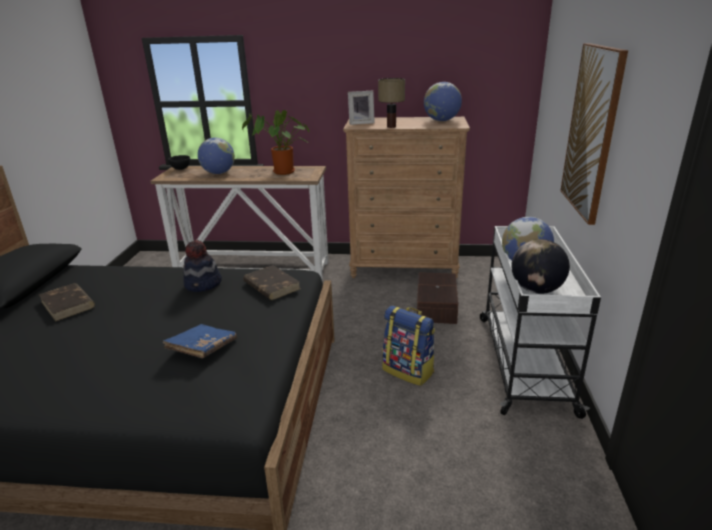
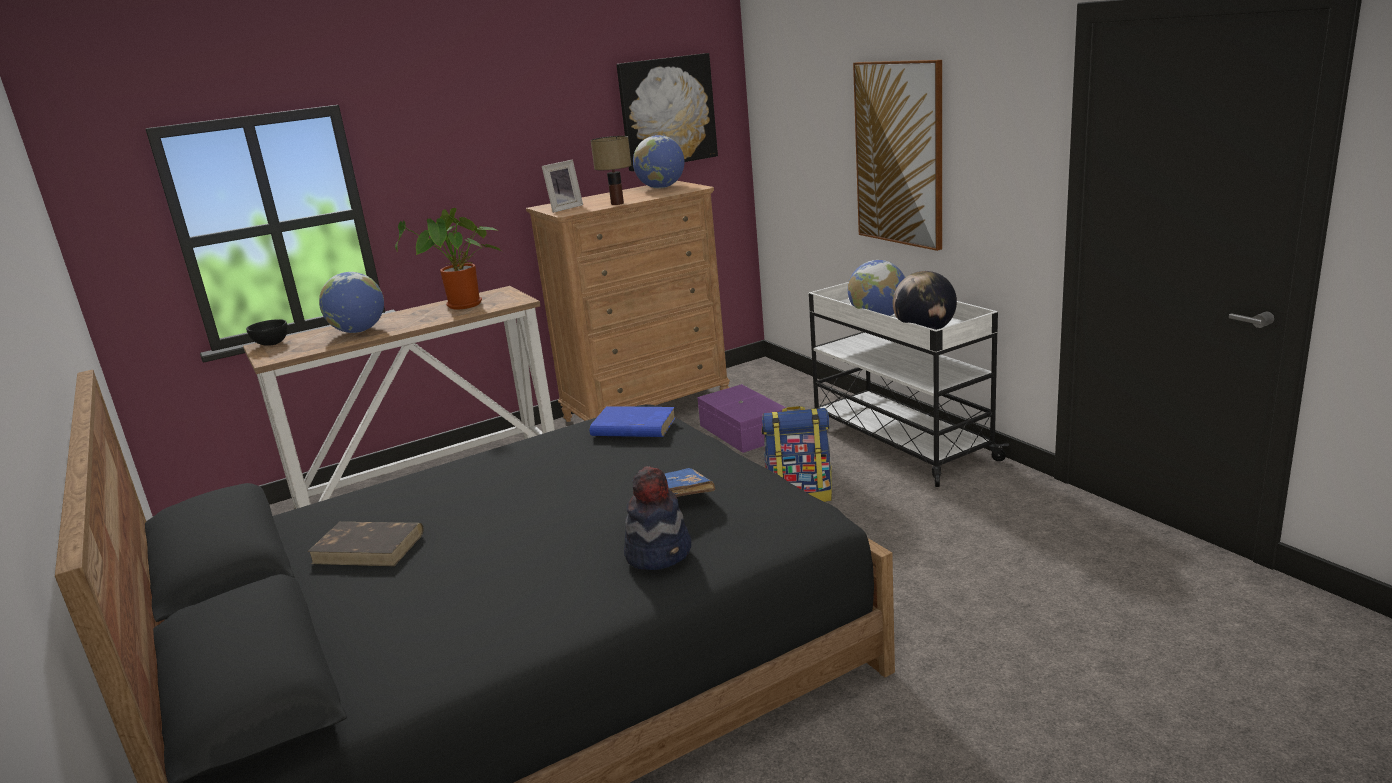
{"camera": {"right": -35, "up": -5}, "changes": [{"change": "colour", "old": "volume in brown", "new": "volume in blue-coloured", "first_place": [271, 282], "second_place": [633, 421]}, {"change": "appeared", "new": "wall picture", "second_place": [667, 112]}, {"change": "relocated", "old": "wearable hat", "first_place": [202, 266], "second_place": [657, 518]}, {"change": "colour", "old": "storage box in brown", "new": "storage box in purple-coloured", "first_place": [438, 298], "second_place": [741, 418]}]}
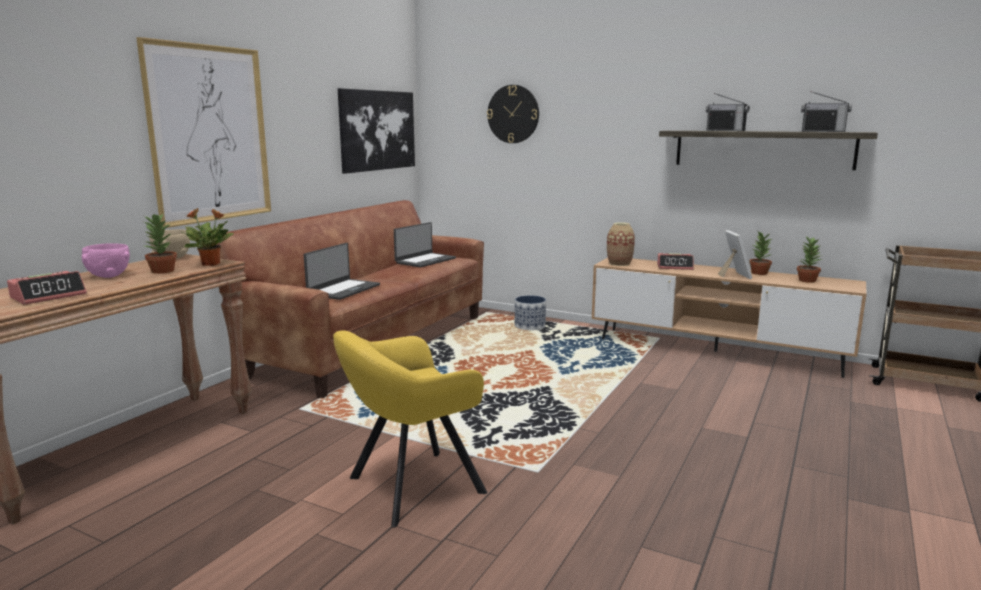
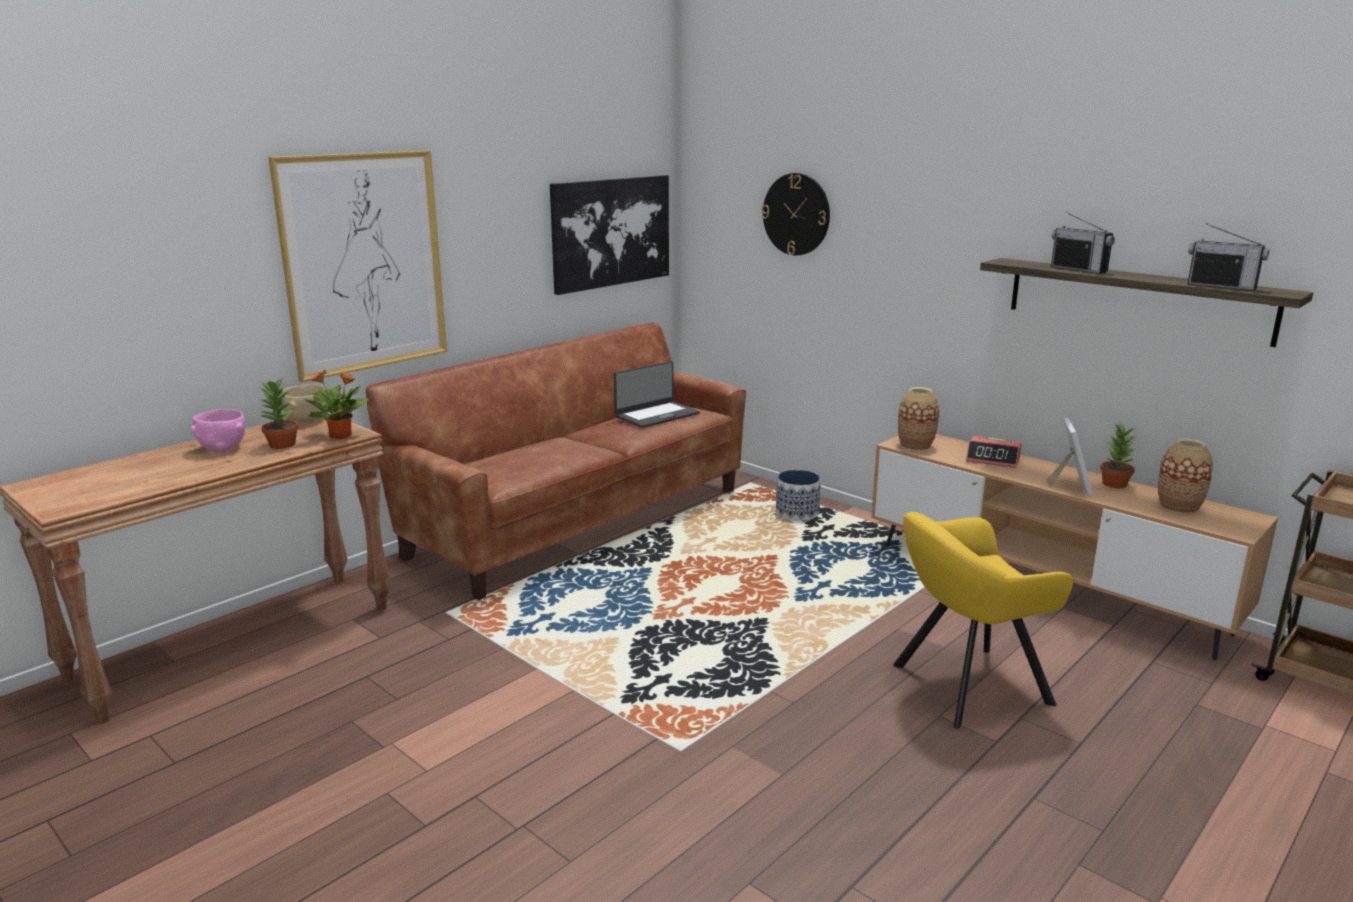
{"camera": {"right": 15, "up": 5}, "changes": [{"change": "relocated", "old": "armchair in yellow-coloured", "first_place": [410, 429], "second_place": [983, 620]}, {"change": "exchanged", "old": "plant in a pot", "new": "decorative vase", "first_place": [810, 260], "second_place": [1185, 476]}, {"change": "missing", "old": "bedside clock", "first_place": [47, 288]}, {"change": "missing", "old": "portable computer", "first_place": [342, 271]}]}
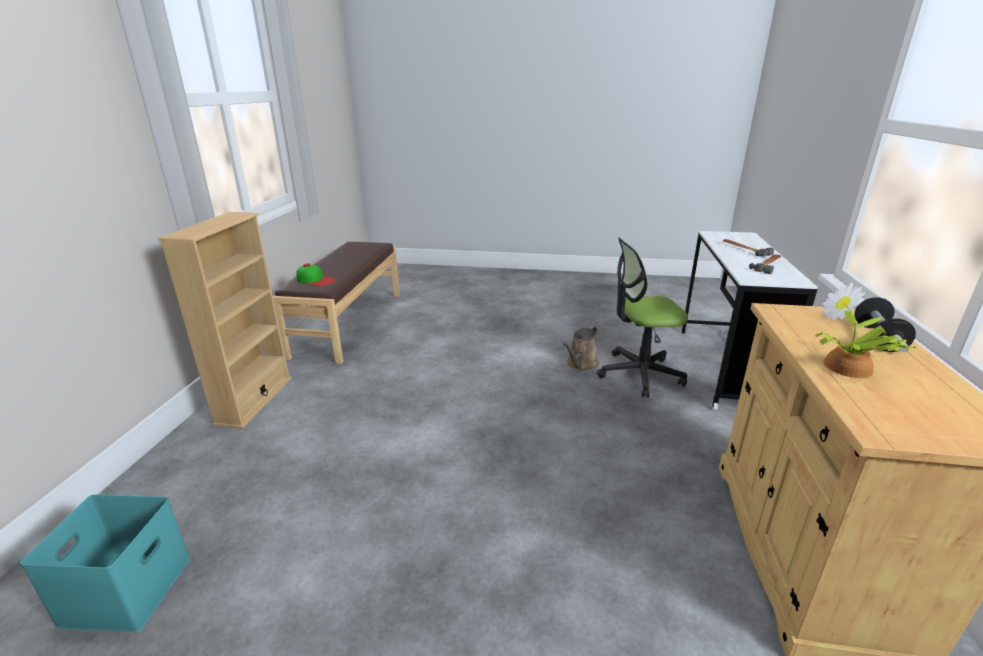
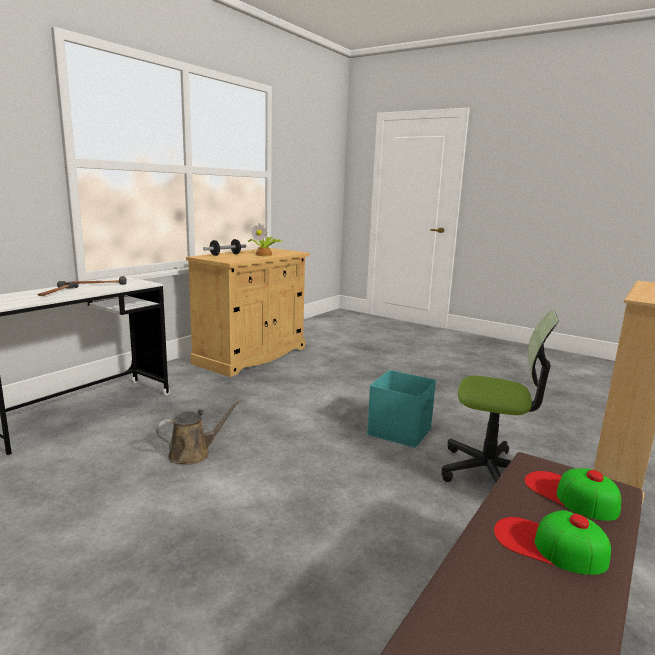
{"camera": {"right": -155, "up": -10}, "changes": [{"change": "relocated", "old": "storage box in turquoise", "first_place": [105, 563], "second_place": [401, 409]}, {"change": "relocated", "old": "office chair", "first_place": [642, 318], "second_place": [500, 396]}, {"change": "appeared", "new": "cap", "second_place": [552, 542]}]}
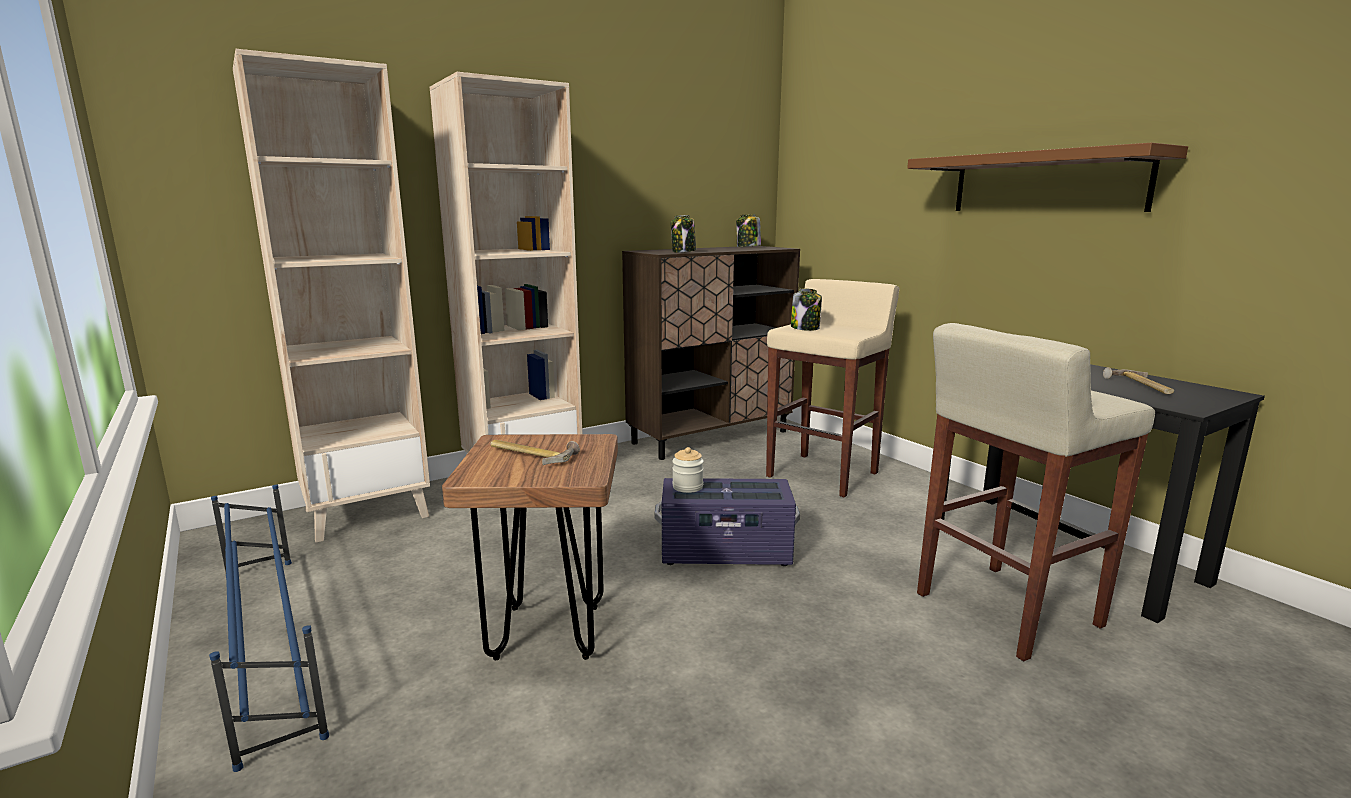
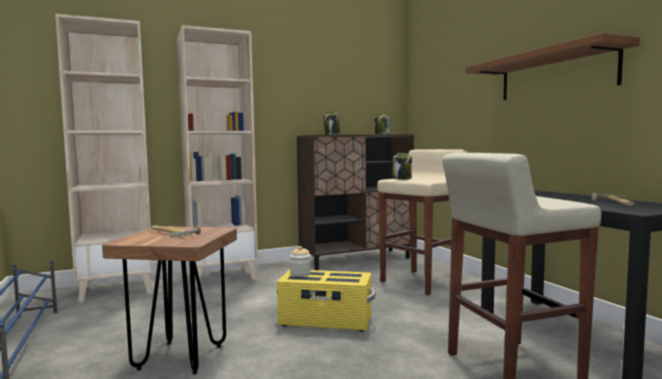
{"camera": {"right": 10, "up": -10}, "changes": [{"change": "colour", "old": "storage box in purple-coloured", "new": "storage box in yellow-coloured", "first_place": [727, 522], "second_place": [326, 300]}]}
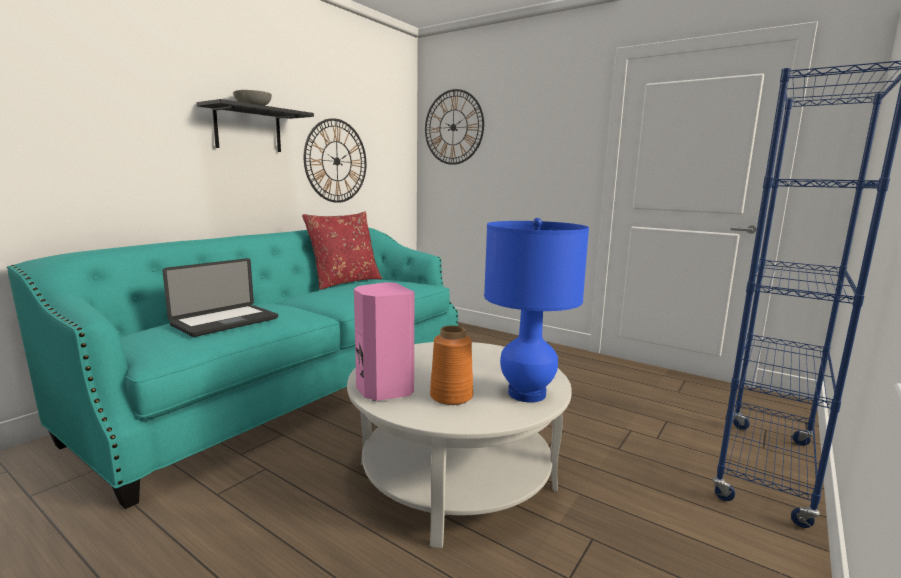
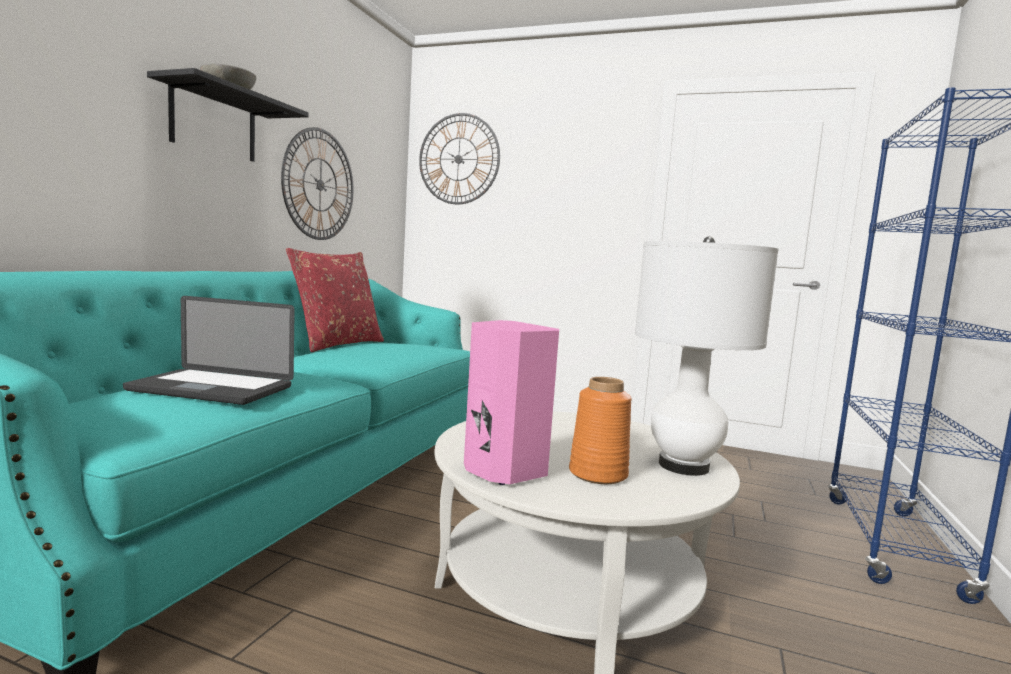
{"camera": {"right": -15, "up": -5}, "changes": [{"change": "spun", "old": "portable computer", "first_place": [220, 297], "second_place": [209, 350], "degrees": 75}, {"change": "colour", "old": "tabletop lamp in blue-coloured", "new": "tabletop lamp in white", "first_place": [536, 310], "second_place": [707, 356]}]}
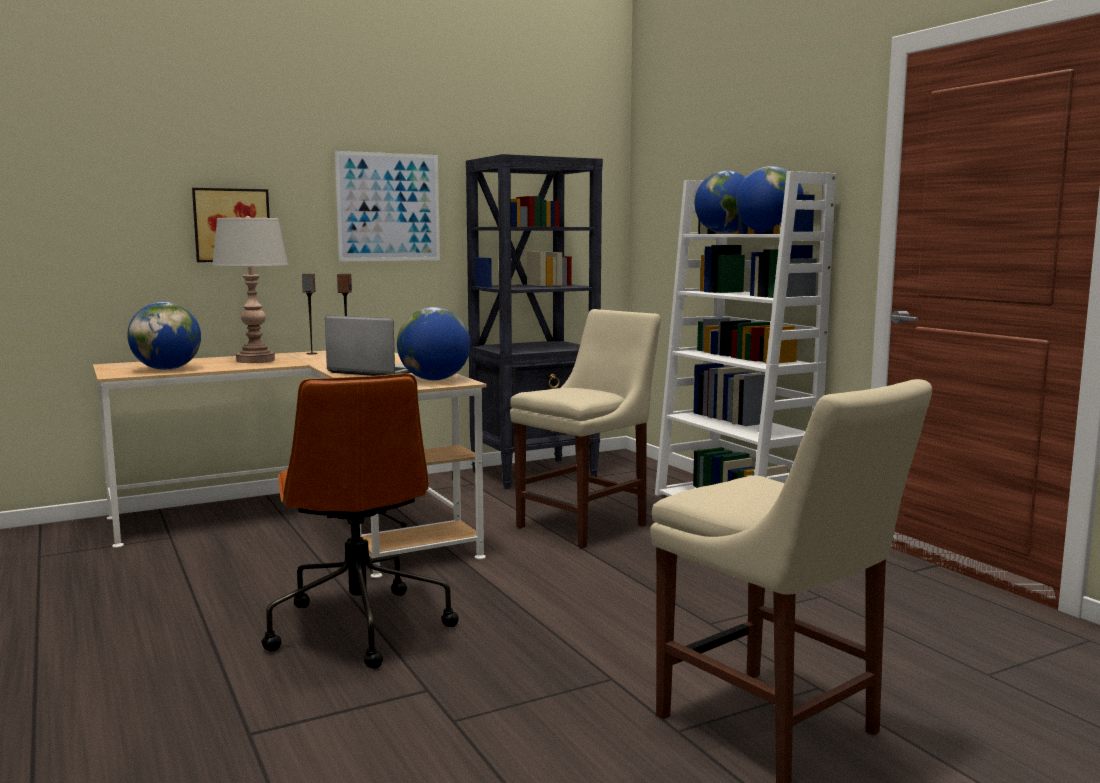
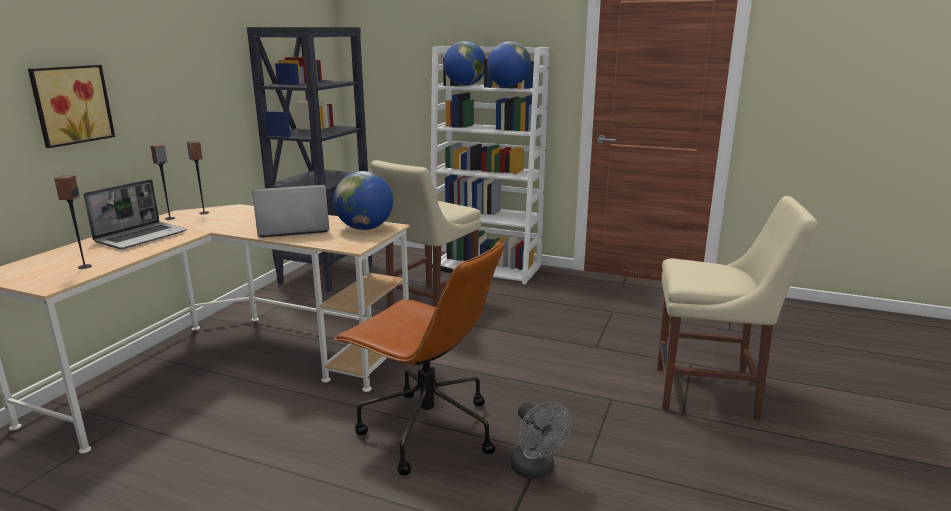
{"camera": {"right": -40, "up": 10}, "changes": [{"change": "exchanged", "old": "world globe", "new": "speaker", "first_place": [164, 336], "second_place": [73, 222]}, {"change": "exchanged", "old": "tabletop lamp in grey", "new": "portable computer", "first_place": [250, 289], "second_place": [135, 214]}, {"change": "spun", "old": "upright chair in beige-coloured", "first_place": [585, 428], "second_place": [426, 233], "degrees": -150}, {"change": "appeared", "new": "electric fan in grey", "second_place": [540, 440]}, {"change": "missing", "old": "wall picture", "first_place": [387, 206]}]}
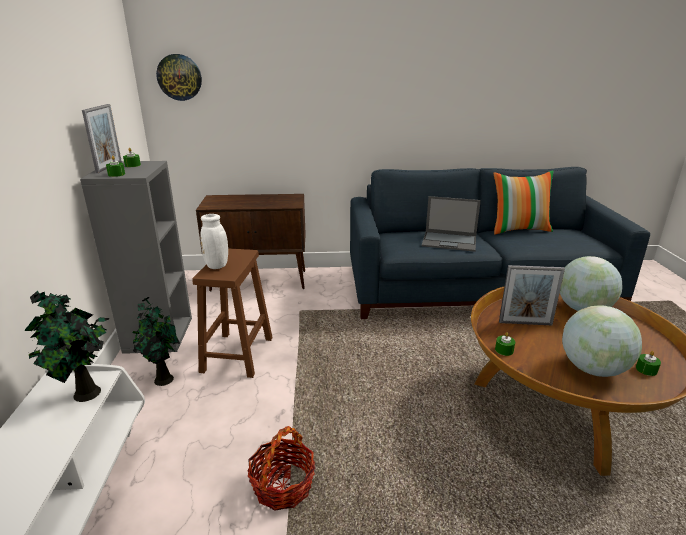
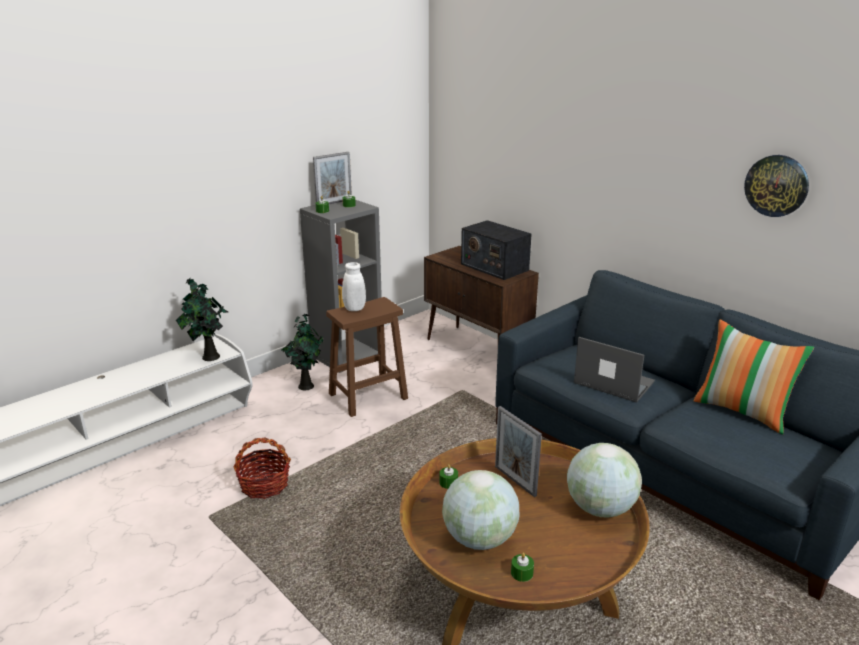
{"camera": {"right": 50, "up": 0}, "changes": [{"change": "appeared", "new": "radio set", "second_place": [496, 250]}, {"change": "spun", "old": "portable computer", "first_place": [451, 224], "second_place": [614, 370], "degrees": 150}, {"change": "relocated", "old": "hanging clock", "first_place": [179, 77], "second_place": [776, 186]}]}
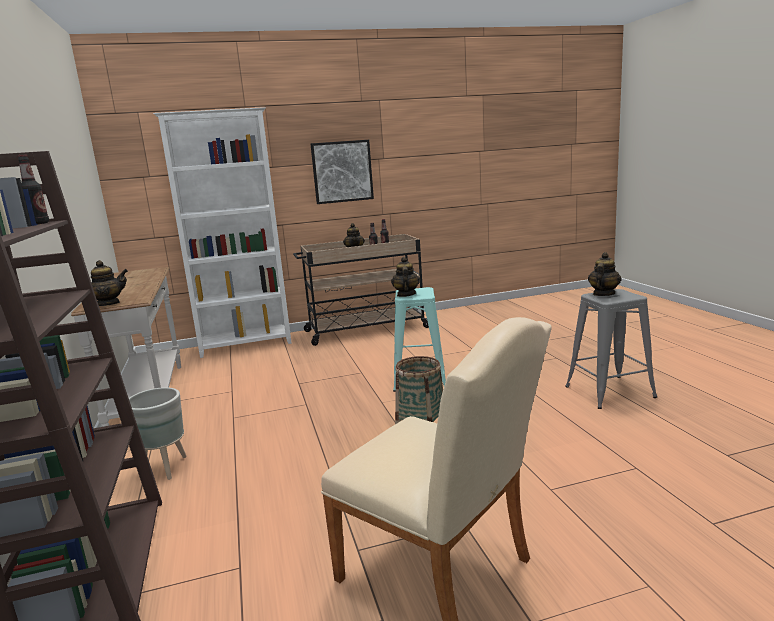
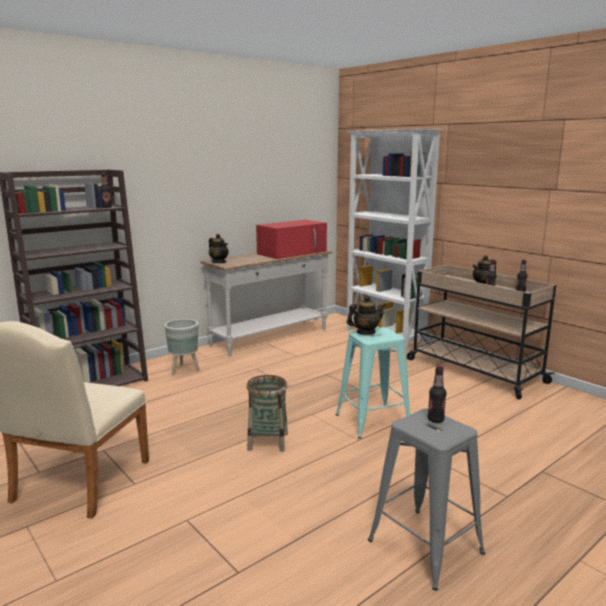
{"camera": {"right": 65, "up": 0}, "changes": [{"change": "appeared", "new": "kitchen microwave in red-coloured", "second_place": [291, 239]}, {"change": "exchanged", "old": "pot for tea", "new": "drink bottle", "first_place": [605, 274], "second_place": [437, 394]}, {"change": "missing", "old": "wall picture", "first_place": [342, 172]}]}
